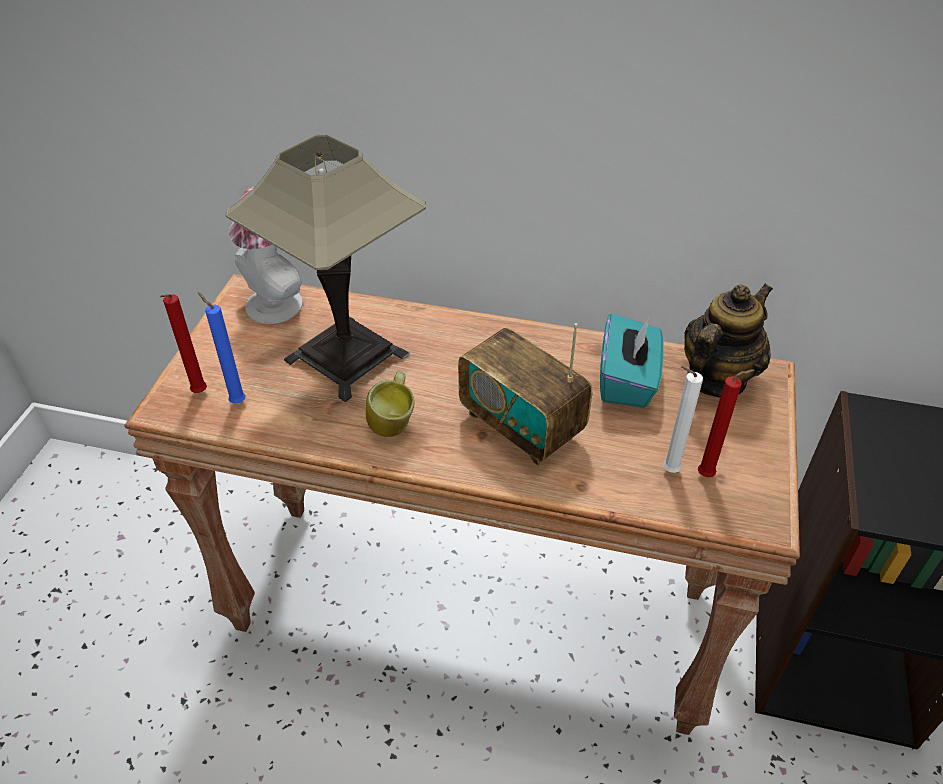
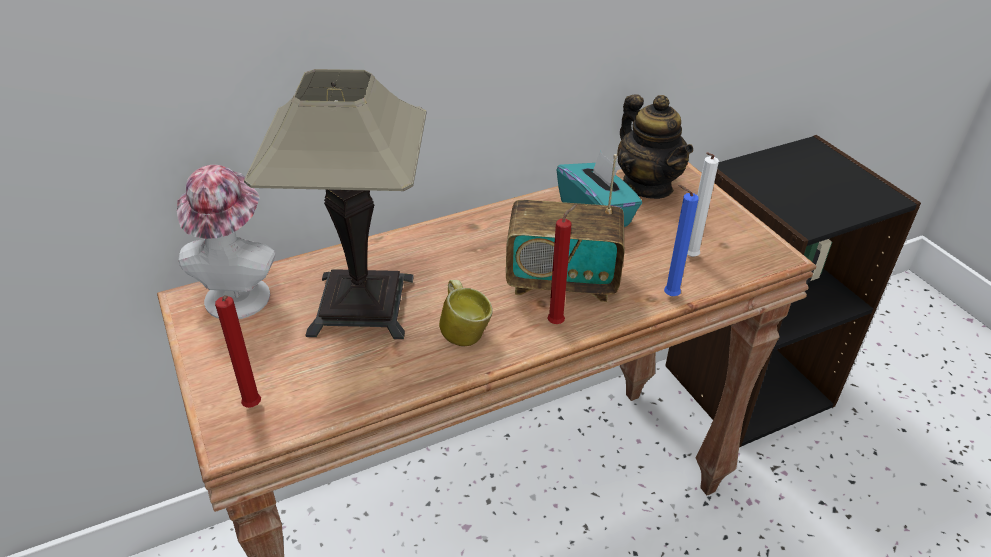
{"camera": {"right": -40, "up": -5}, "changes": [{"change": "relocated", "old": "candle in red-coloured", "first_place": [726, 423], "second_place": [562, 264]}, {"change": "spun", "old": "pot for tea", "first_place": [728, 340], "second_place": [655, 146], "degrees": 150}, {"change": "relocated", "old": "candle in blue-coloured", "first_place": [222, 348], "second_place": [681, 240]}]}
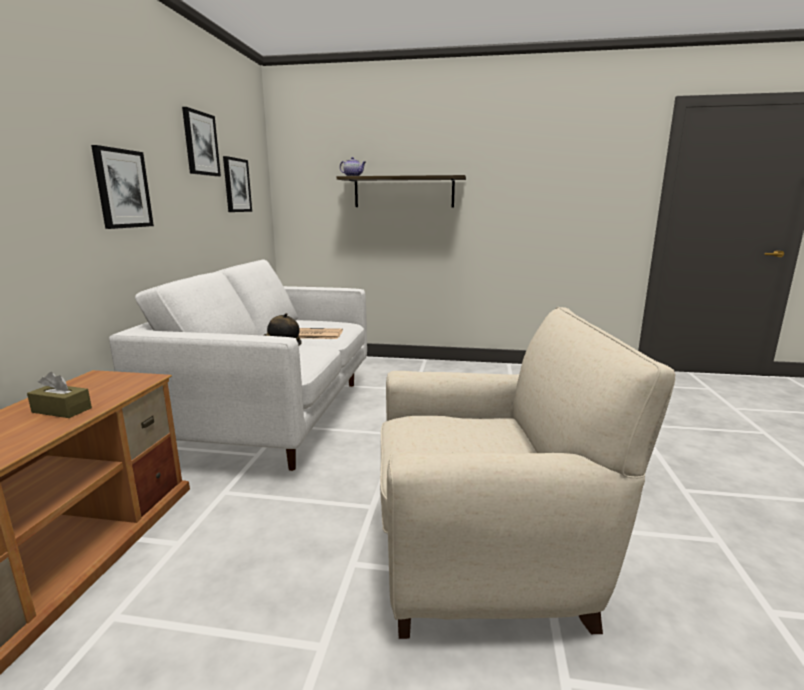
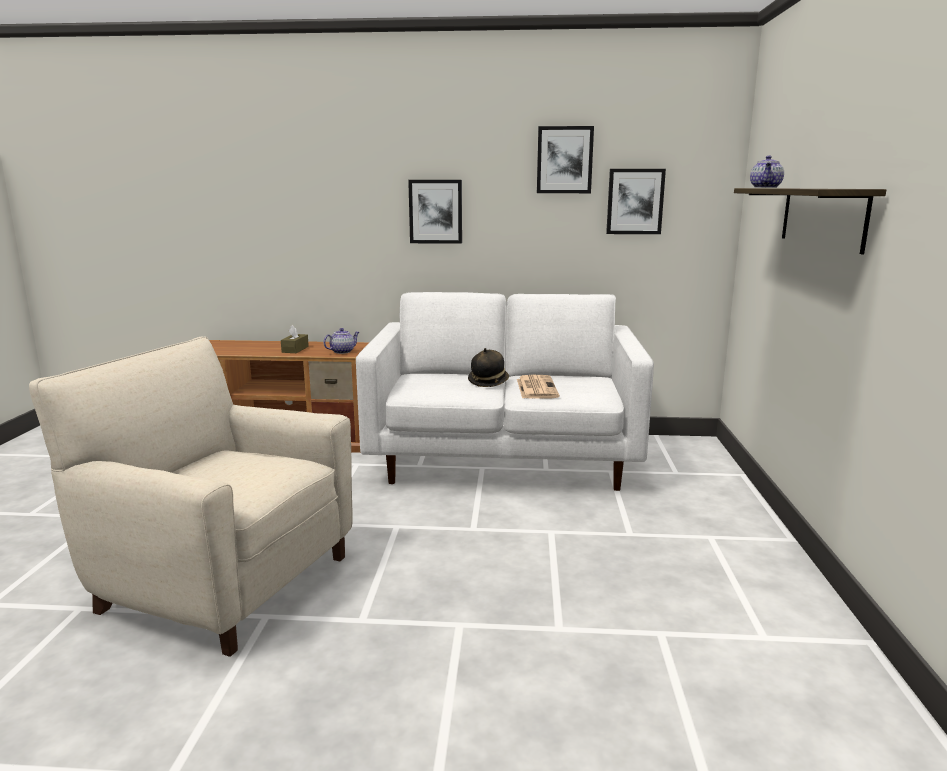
{"camera": {"right": 85, "up": 0}, "changes": [{"change": "spun", "old": "armchair in beige-coloured", "first_place": [528, 473], "second_place": [191, 496], "degrees": 120}, {"change": "appeared", "new": "pot for tea", "second_place": [341, 341]}]}
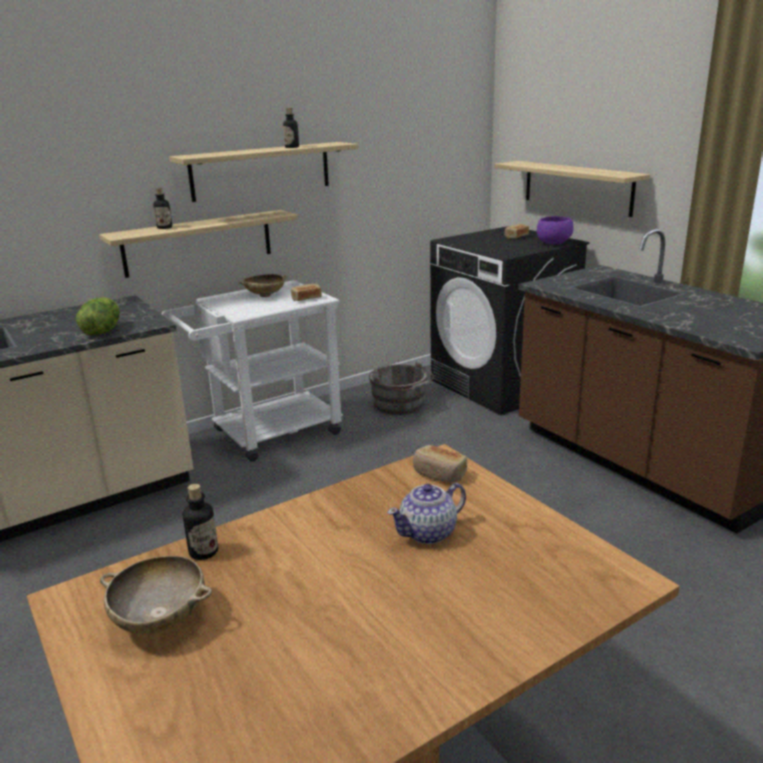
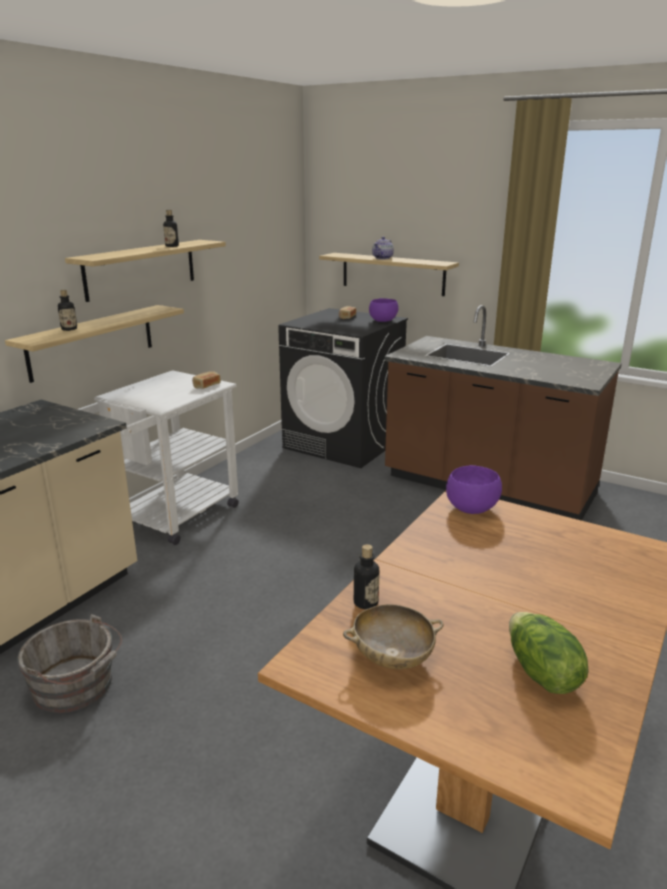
{"camera": {"right": -25, "up": 0}, "changes": [{"change": "relocated", "old": "pail in grey", "first_place": [401, 388], "second_place": [69, 663]}, {"change": "relocated", "old": "pot for tea", "first_place": [426, 513], "second_place": [383, 248]}, {"change": "exchanged", "old": "bread", "new": "serving bowl in purple-coloured", "first_place": [440, 463], "second_place": [474, 489]}, {"change": "relocated", "old": "head of lettuce", "first_place": [98, 316], "second_place": [549, 653]}, {"change": "missing", "old": "serving bowl in beige-coloured", "first_place": [263, 285]}]}
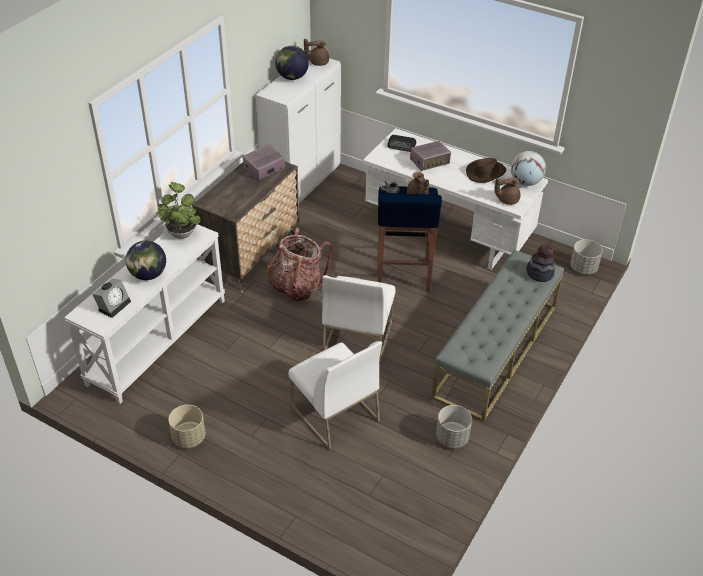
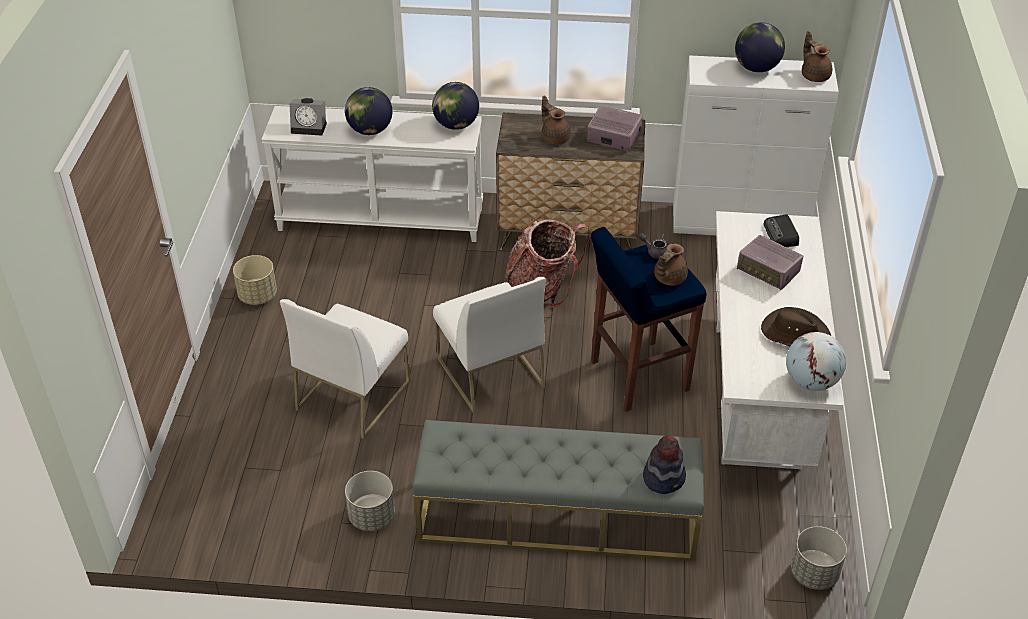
{"camera": {"right": 65, "up": 0}, "changes": [{"change": "exchanged", "old": "plant in a pot", "new": "world globe", "first_place": [178, 210], "second_place": [455, 106]}, {"change": "spun", "old": "upright chair in white", "first_place": [359, 320], "second_place": [489, 345], "degrees": -105}, {"change": "relocated", "old": "pot for tea in brown", "first_place": [507, 191], "second_place": [556, 120]}]}
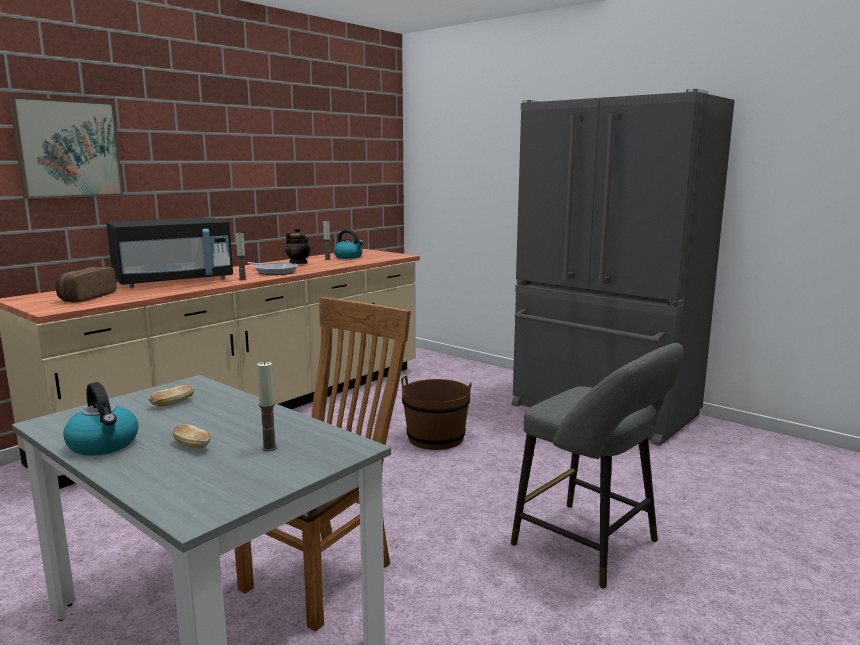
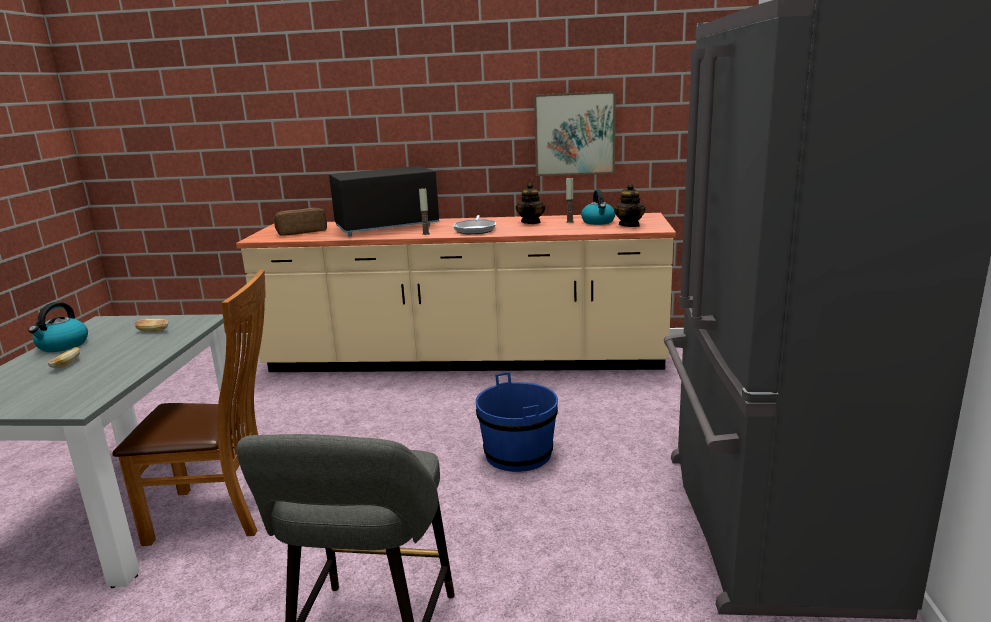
{"camera": {"right": 55, "up": 5}, "changes": [{"change": "spun", "old": "kitchen microwave in black", "first_place": [169, 253], "second_place": [384, 201], "degrees": 135}, {"change": "colour", "old": "pail in brown", "new": "pail in blue-coloured", "first_place": [436, 412], "second_place": [517, 422]}, {"change": "relocated", "old": "wall picture", "first_place": [66, 147], "second_place": [575, 133]}, {"change": "appeared", "new": "pot for tea", "second_place": [629, 205]}, {"change": "missing", "old": "candle", "first_place": [267, 406]}]}
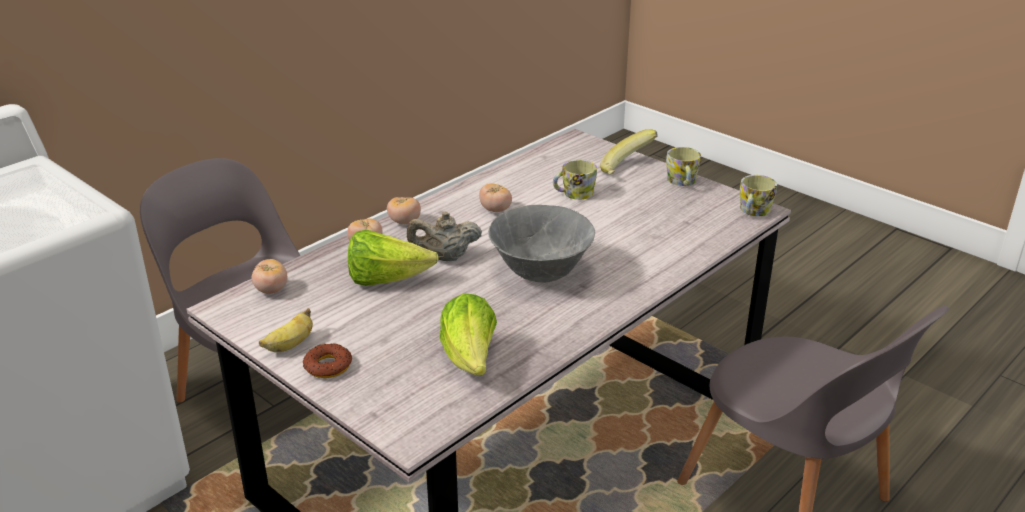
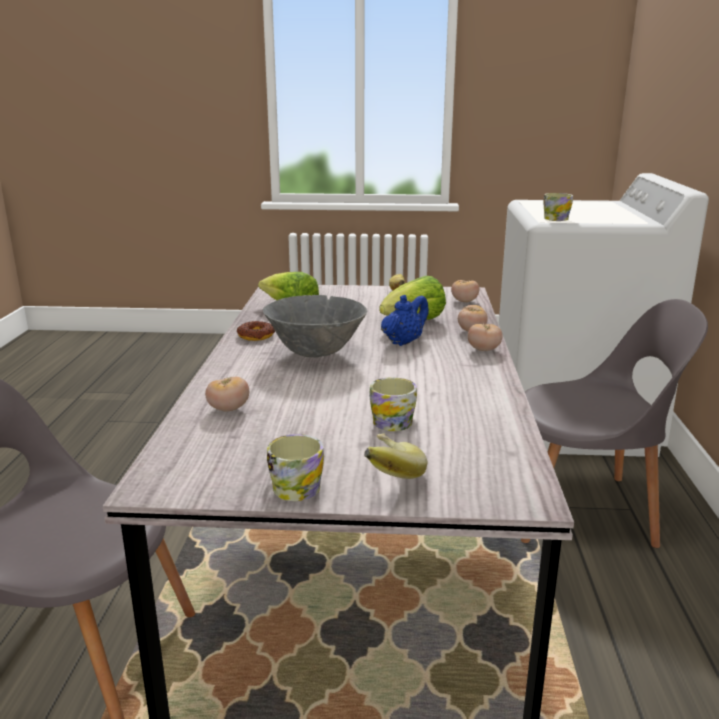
{"camera": {"right": 140, "up": -10}, "changes": [{"change": "relocated", "old": "fresh tomato", "first_place": [495, 197], "second_place": [227, 394]}, {"change": "relocated", "old": "ring doughnut", "first_place": [327, 360], "second_place": [256, 331]}, {"change": "colour", "old": "pot for tea in beige-coloured", "new": "pot for tea in blue-coloured", "first_place": [444, 236], "second_place": [405, 320]}, {"change": "relocated", "old": "tea mug", "first_place": [758, 195], "second_place": [558, 207]}]}
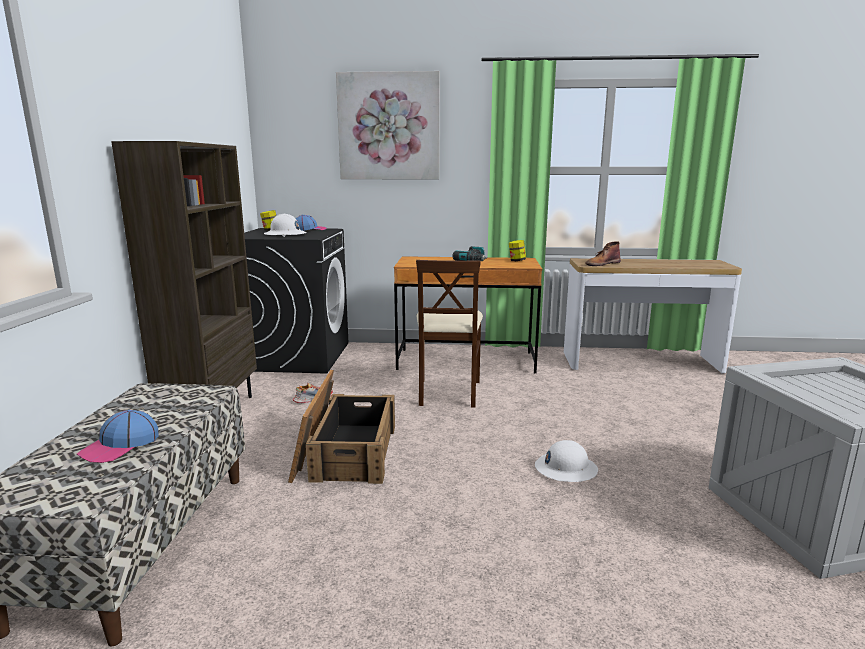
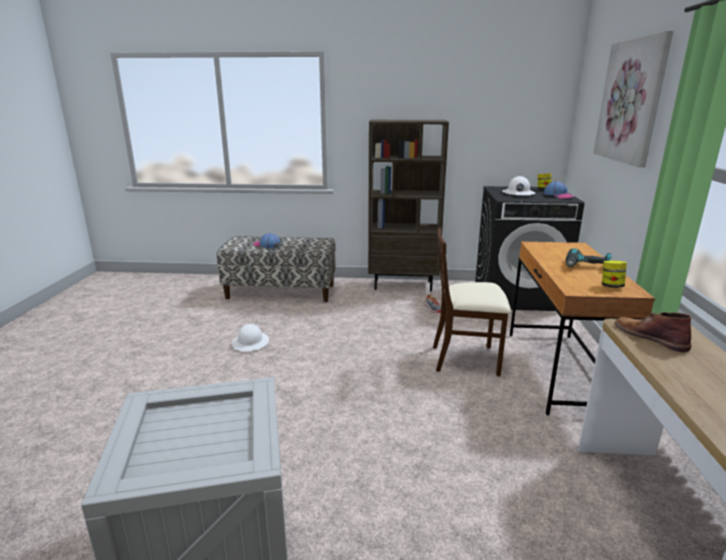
{"camera": {"right": 90, "up": 5}, "changes": [{"change": "relocated", "old": "safety helmet in white", "first_place": [566, 461], "second_place": [250, 338]}, {"change": "missing", "old": "packing crate", "first_place": [341, 427]}]}
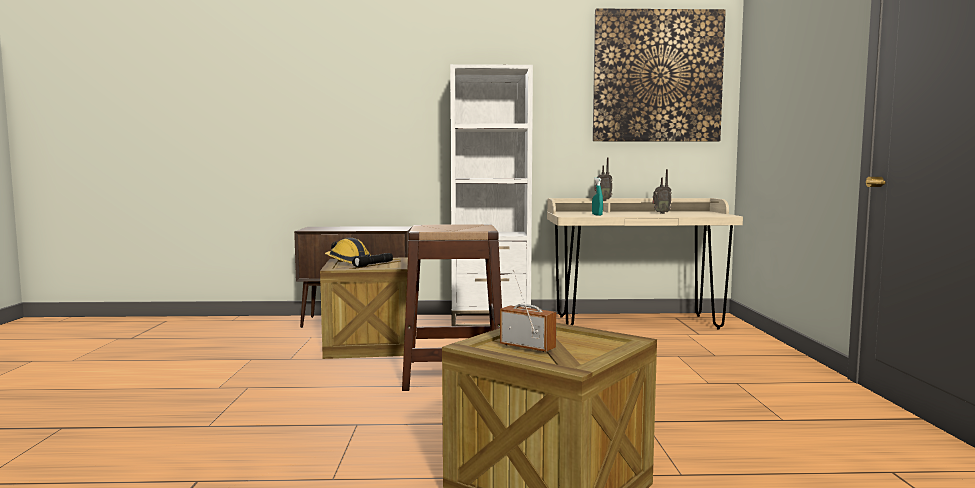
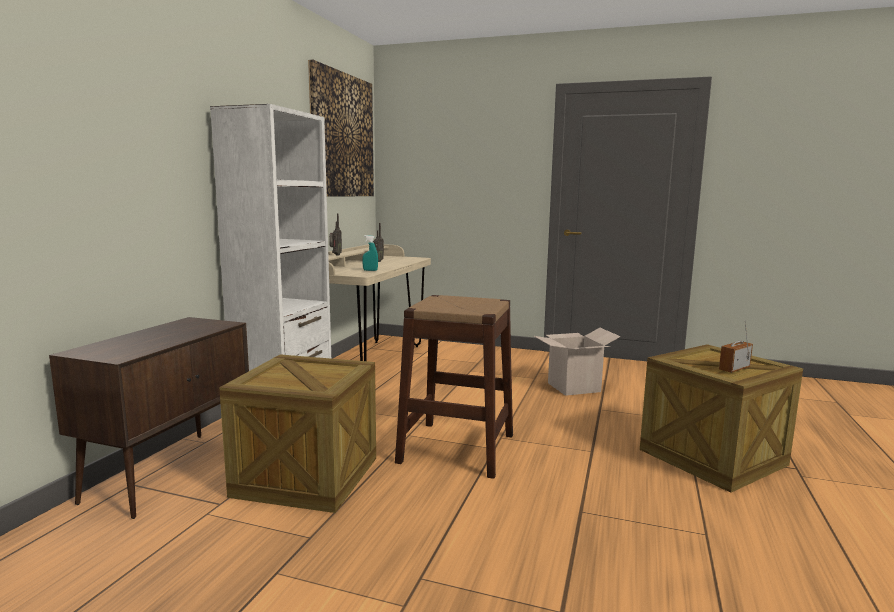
{"camera": {"right": -70, "up": 5}, "changes": [{"change": "appeared", "new": "carton", "second_place": [577, 362]}, {"change": "missing", "old": "safety helmet", "first_place": [348, 251]}, {"change": "missing", "old": "flashlight in black", "first_place": [372, 260]}]}
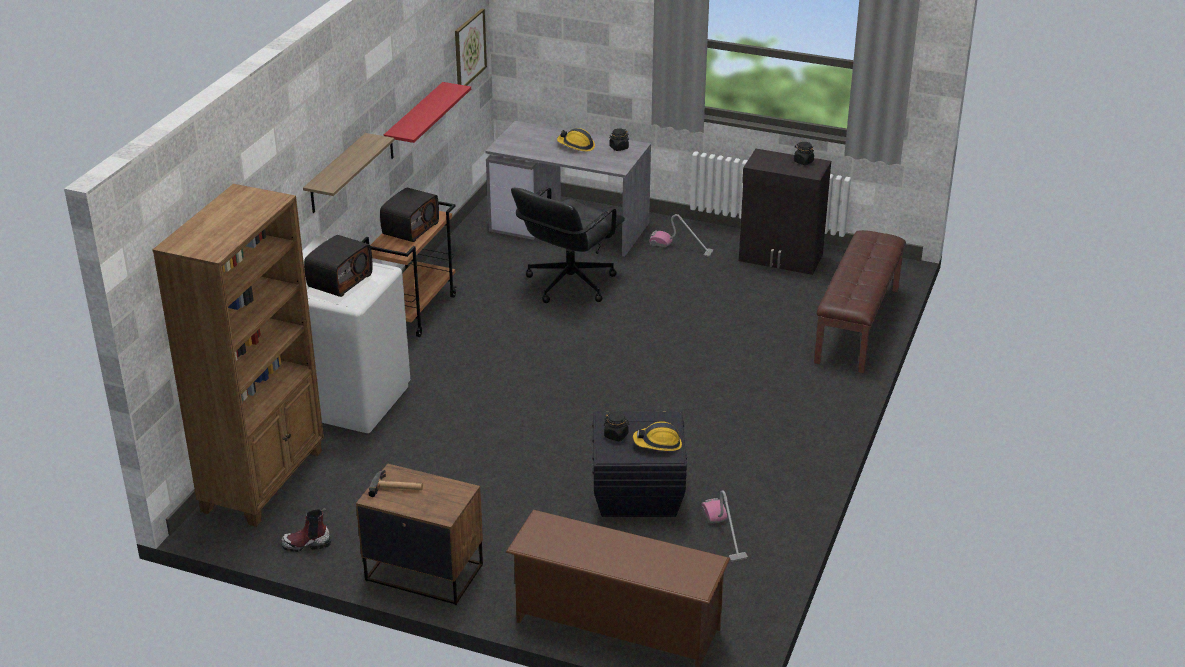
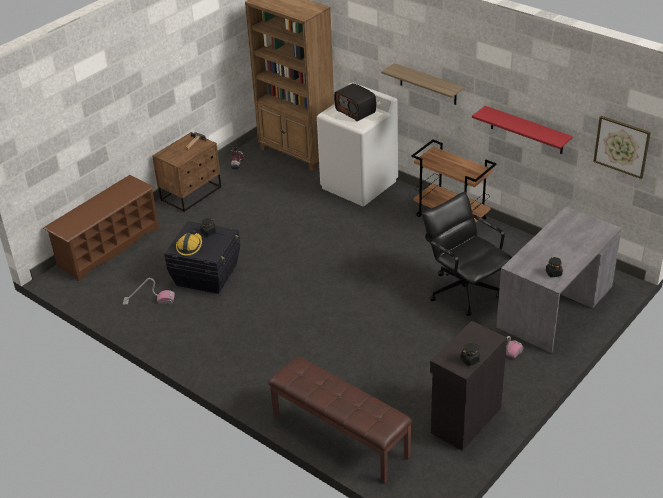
{"camera": {"right": 110, "up": 5}, "changes": [{"change": "missing", "old": "radio set", "first_place": [409, 215]}, {"change": "missing", "old": "safety helmet", "first_place": [576, 140]}]}
